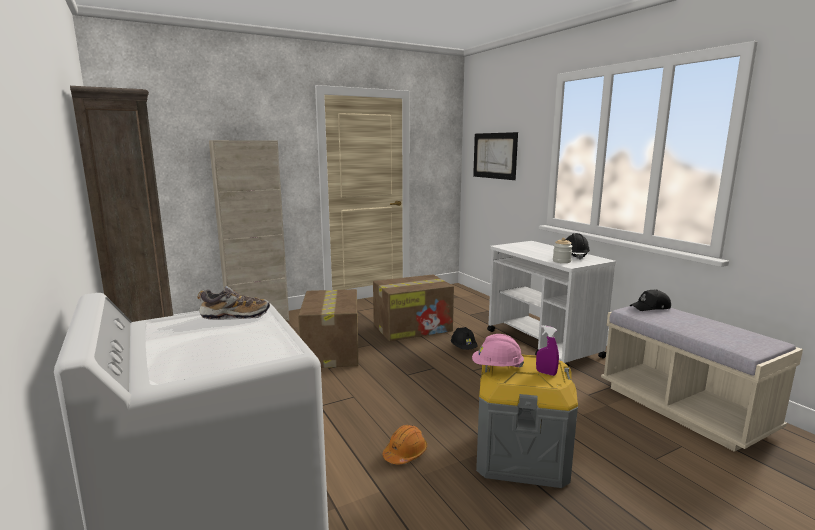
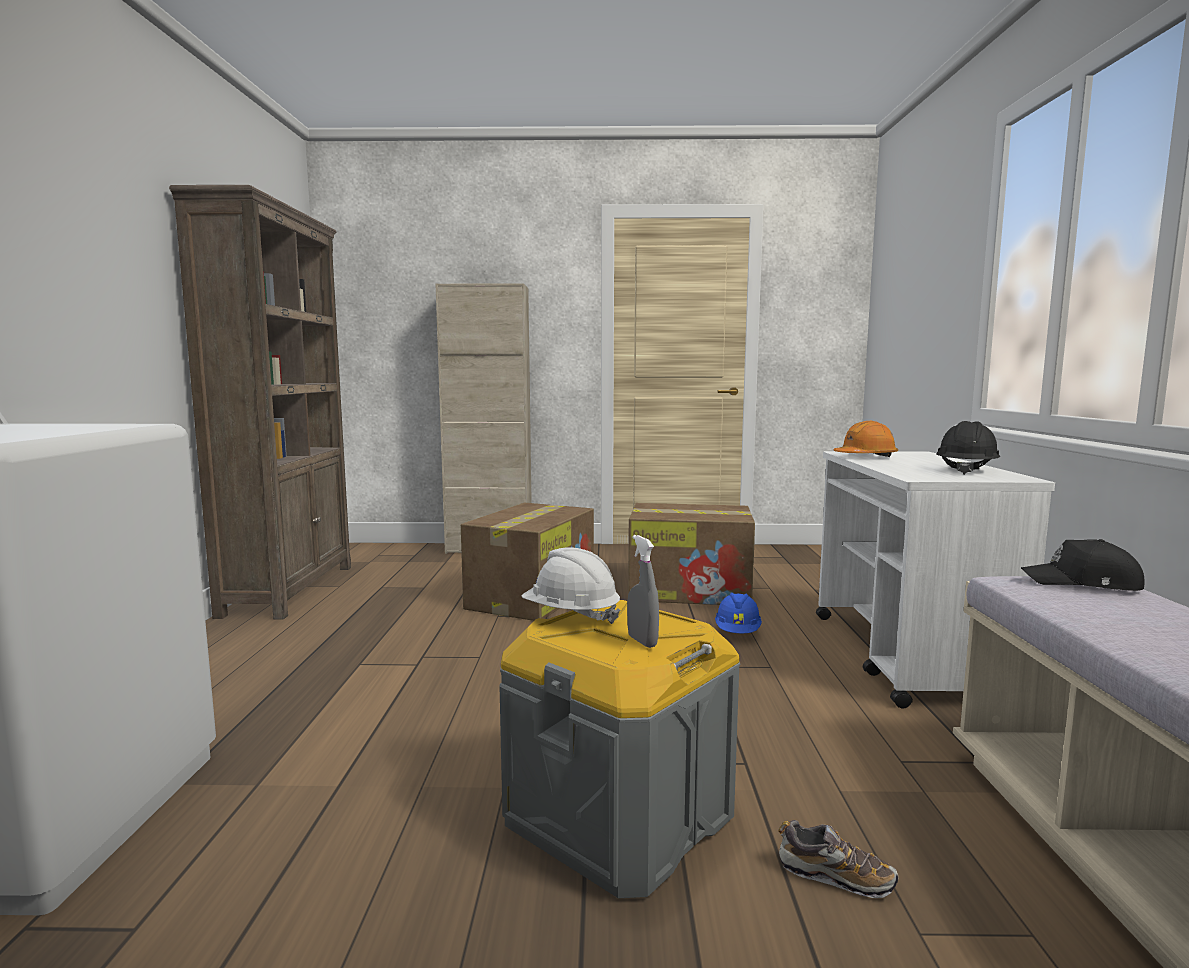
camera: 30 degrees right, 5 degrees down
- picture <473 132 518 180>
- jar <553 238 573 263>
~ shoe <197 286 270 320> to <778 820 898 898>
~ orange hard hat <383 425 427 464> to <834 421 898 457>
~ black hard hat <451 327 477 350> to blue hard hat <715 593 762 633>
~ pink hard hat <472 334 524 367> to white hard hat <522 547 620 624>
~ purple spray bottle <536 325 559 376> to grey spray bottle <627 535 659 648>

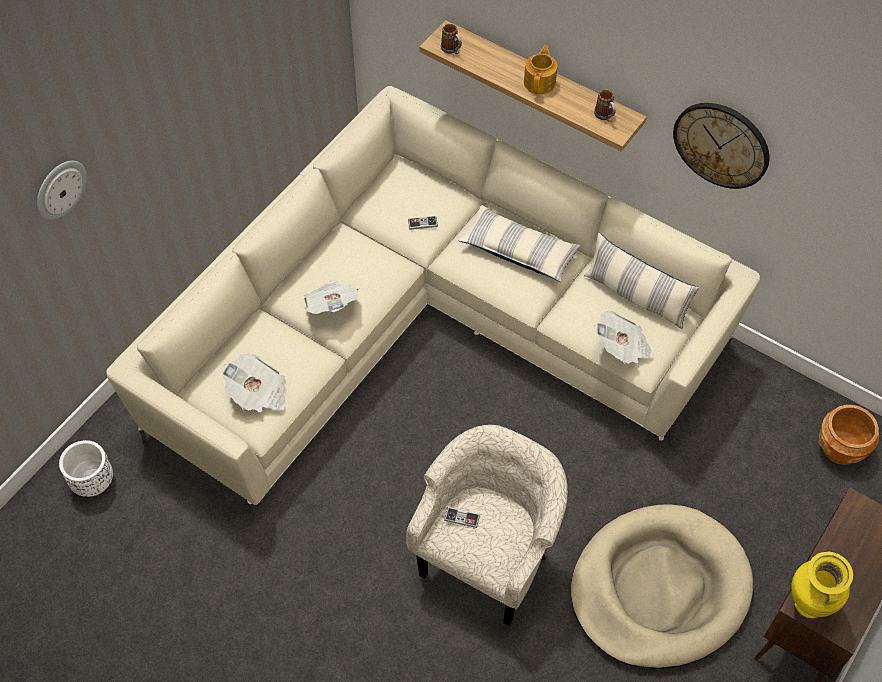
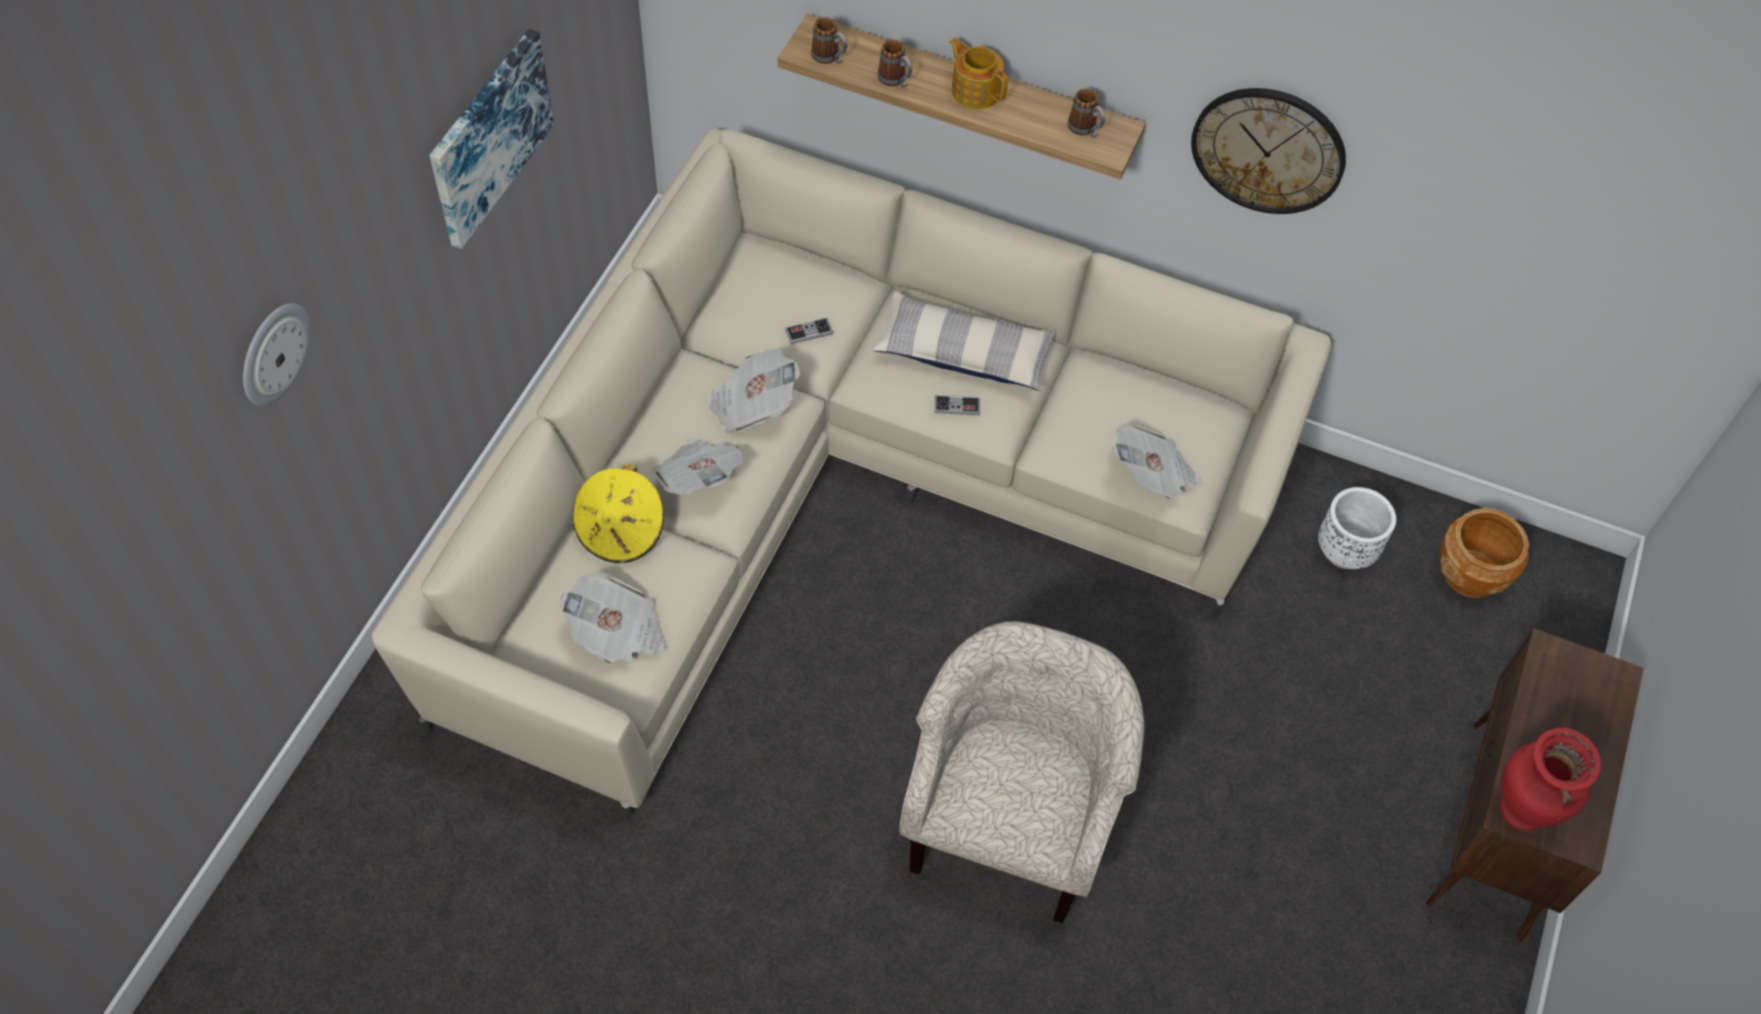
camera: 15 degrees left, 0 degrees up
- beige dog bed <571 504 753 669>
- pillow <584 233 699 329>
+ picture <429 29 554 249>
+ yellow hat <573 464 664 563>
+ newspaper <705 349 800 434>
+ mug <878 39 912 87>
~ white planter <59 440 113 497> to <1318 487 1396 569>
~ game controller <444 507 480 528> to <934 395 980 415>
~ yellow vase <791 552 853 618> to red vase <1500 728 1601 831>
~ teapot <524 45 557 94> = <949 38 1008 109> 45 degrees counterclockwise

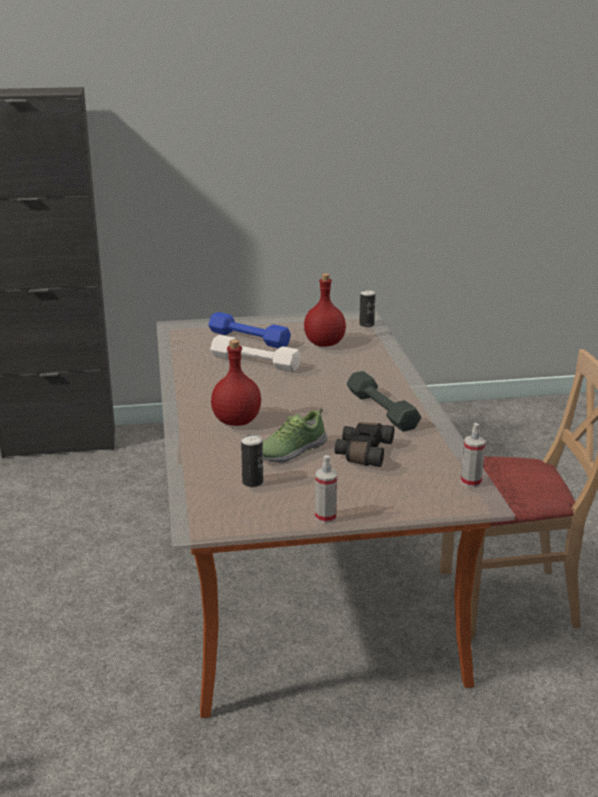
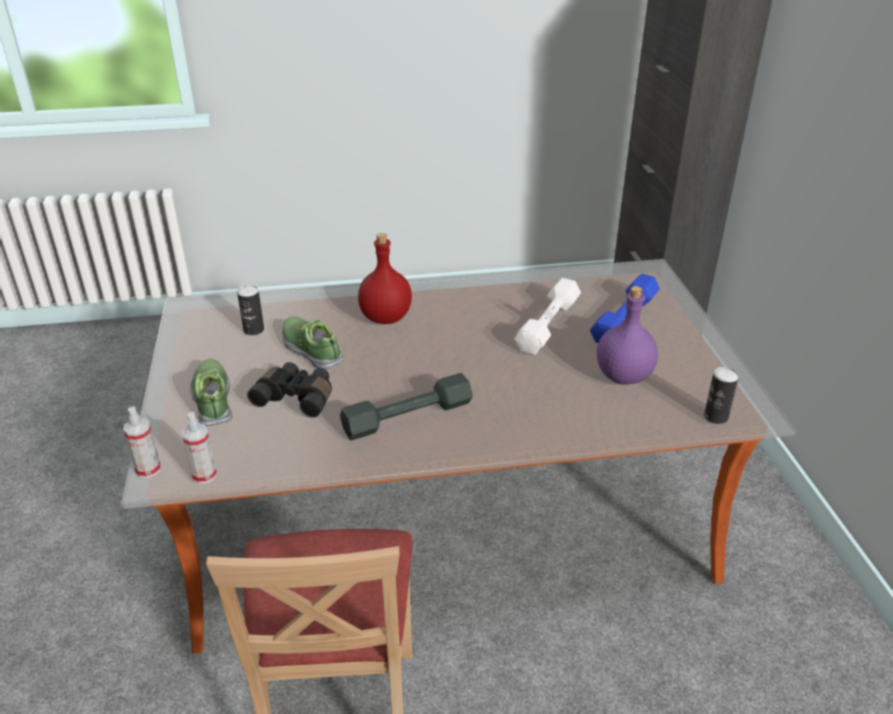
camera: 90 degrees right, 10 degrees up
+ shoe <190 359 233 427>
~ spray bottle <315 455 337 523> to <123 407 161 478>
~ red bottle <304 273 346 347> to purple bottle <597 286 658 385>

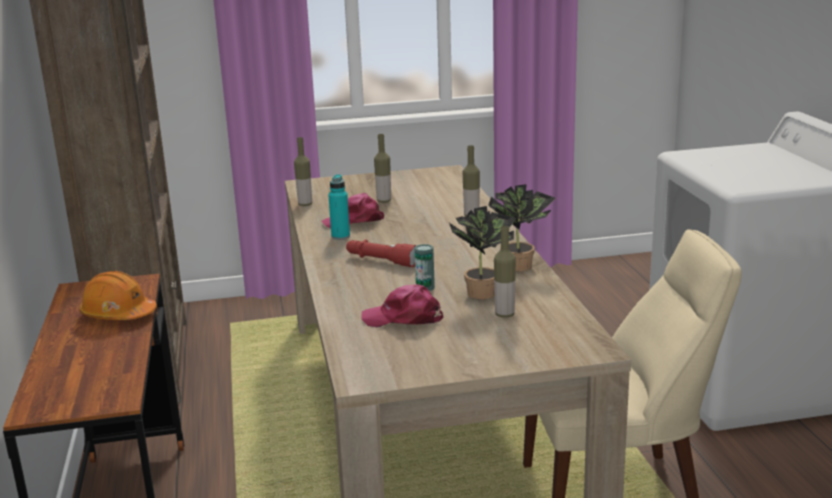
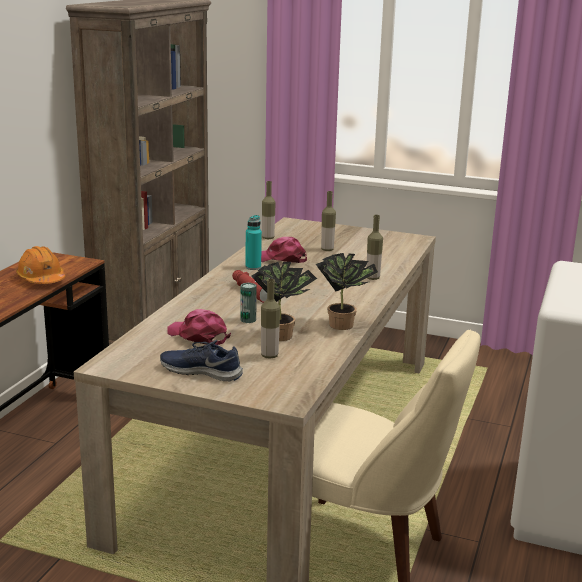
camera: 30 degrees right, 0 degrees up
+ blue shoe <160 340 243 382>

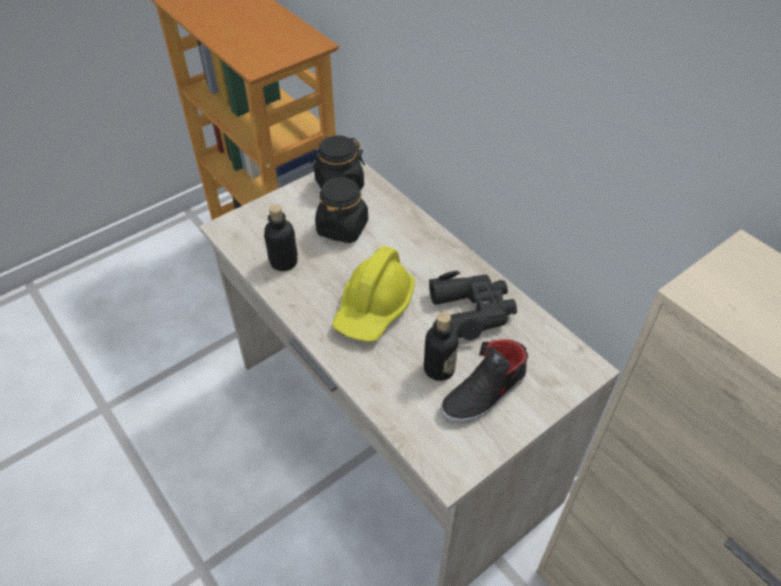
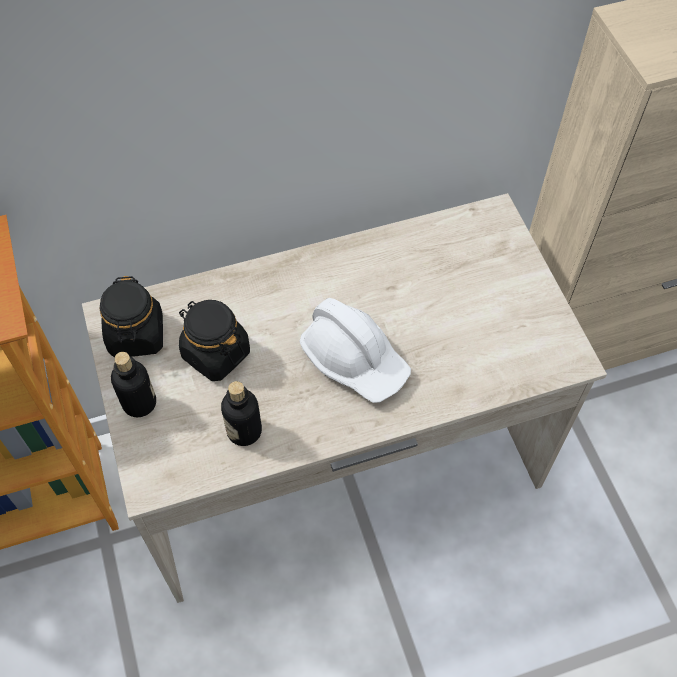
camera: 70 degrees left, 10 degrees up
- black binoculars <429 271 517 340>
- black shoe <440 339 528 423>
~ bottle <424 312 459 381> to <111 352 156 417>
~ yellow hard hat <332 246 415 342> to white hard hat <299 298 411 403>

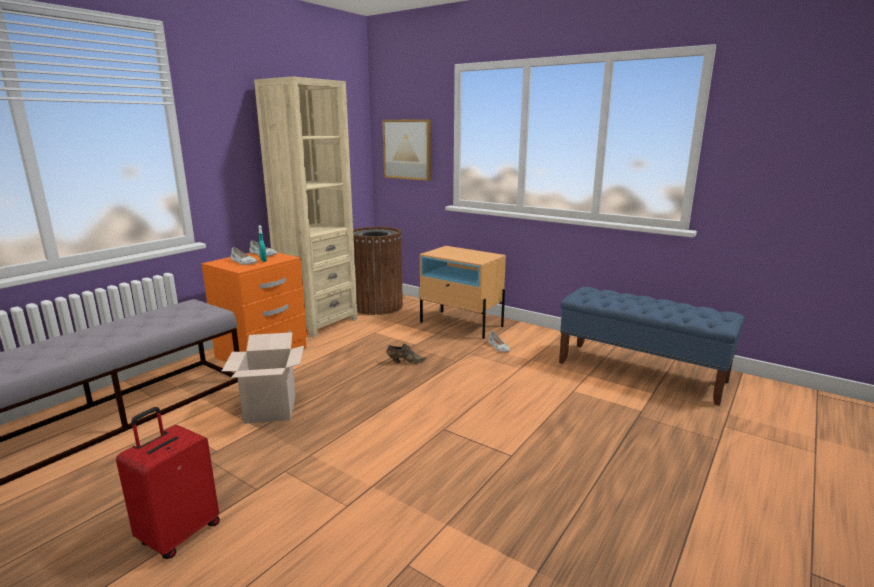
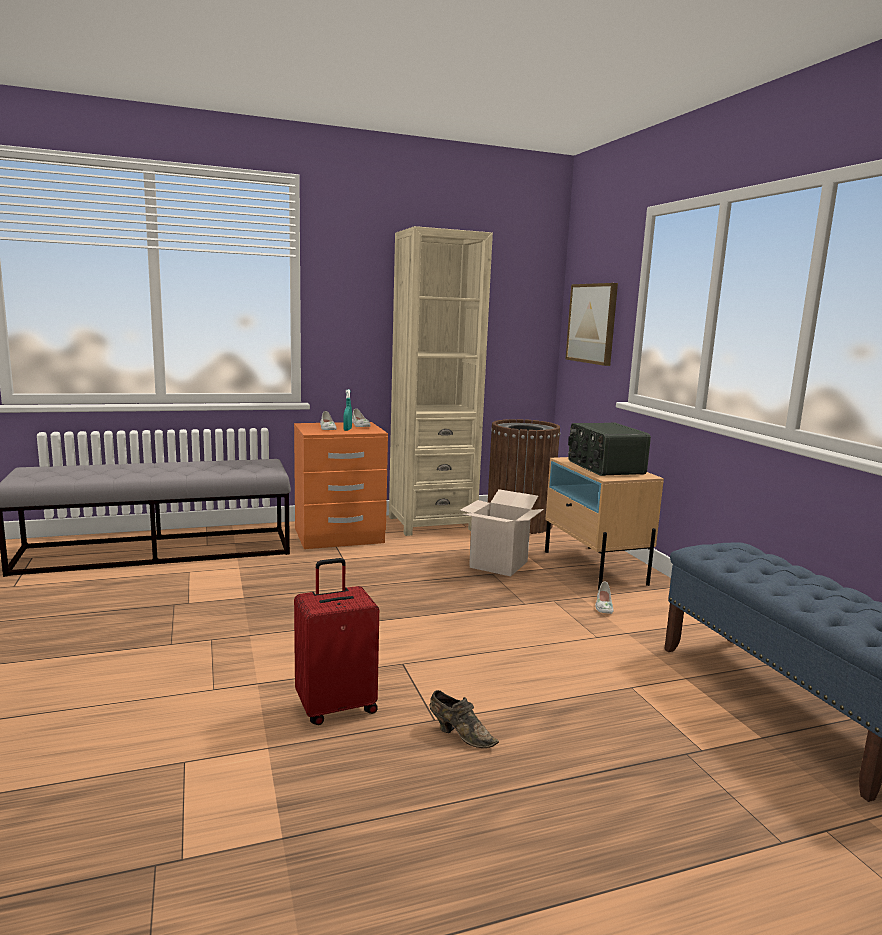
camera: 35 degrees right, 5 degrees down
+ radio <568 423 651 476>
~ red suitcase <116 407 220 559> to <294 558 379 725>
~ cardboard box <222 332 304 424> to <460 489 544 576>
~ brown shoe <387 344 427 364> to <429 690 499 748>

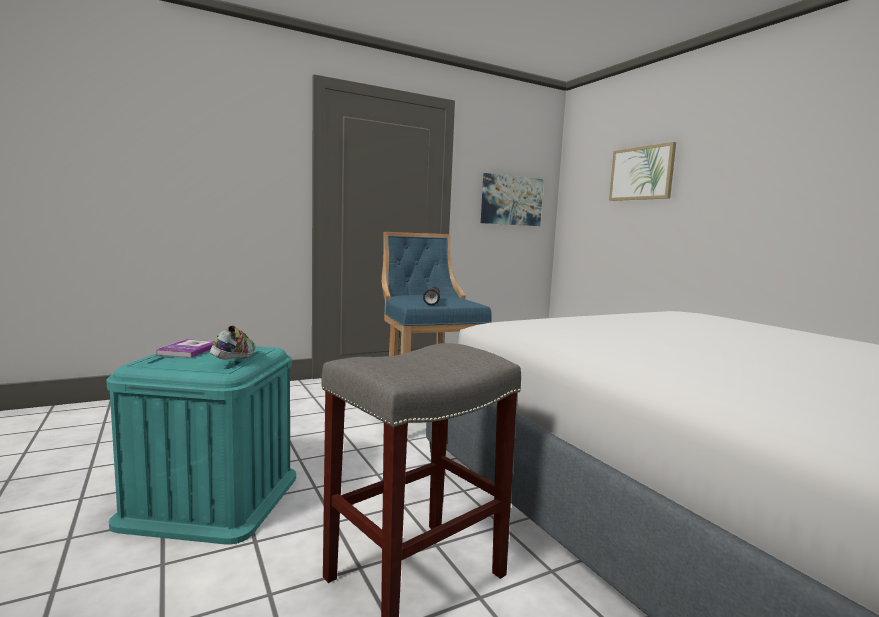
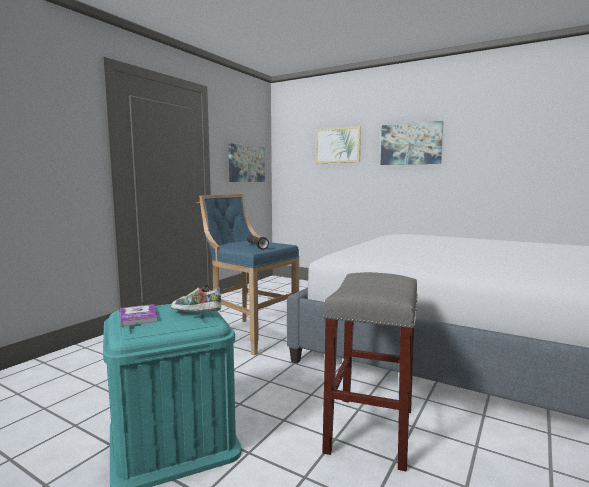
camera: 30 degrees left, 0 degrees up
+ picture <380 121 443 165>
~ shoe <210 325 256 360> = <171 285 221 312> 45 degrees counterclockwise

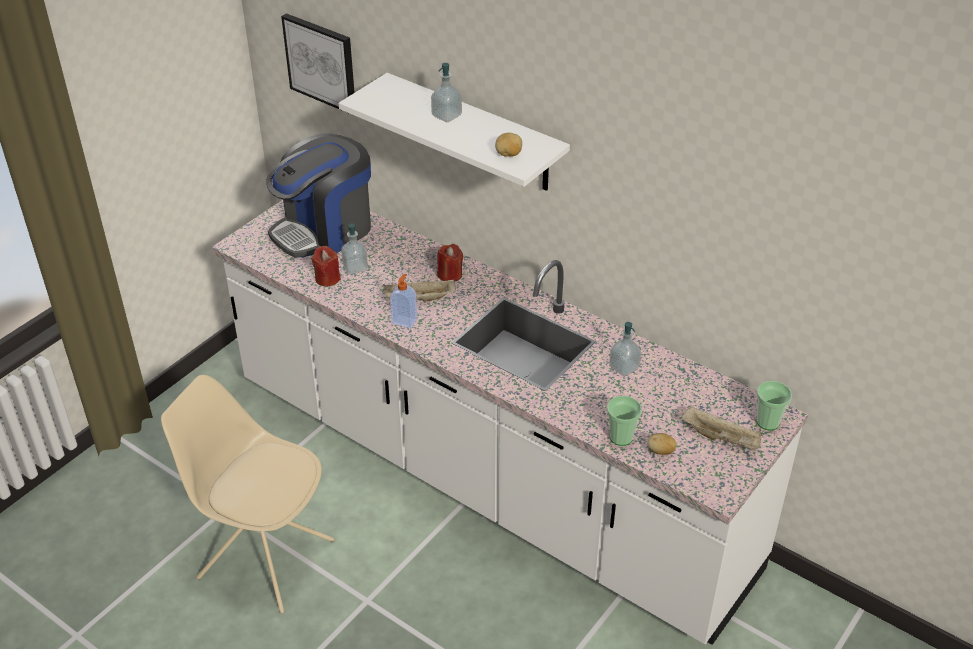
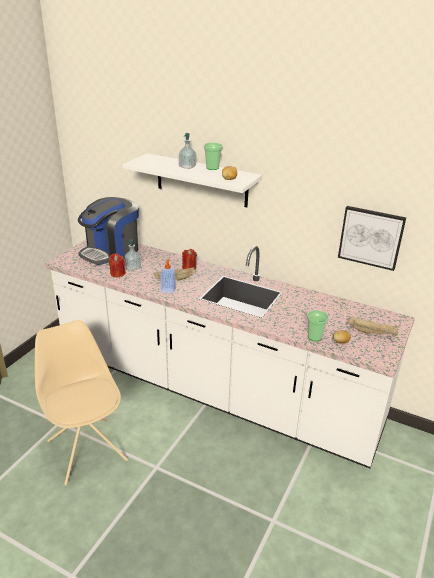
camera: 10 degrees left, 10 degrees down
- soap dispenser <609 322 641 376>
~ picture <281 13 355 114> to <338 206 406 271>
~ cup <757 381 792 430> to <204 143 223 170>
~ beige chair <161 375 334 614> = <35 320 128 485> 45 degrees clockwise

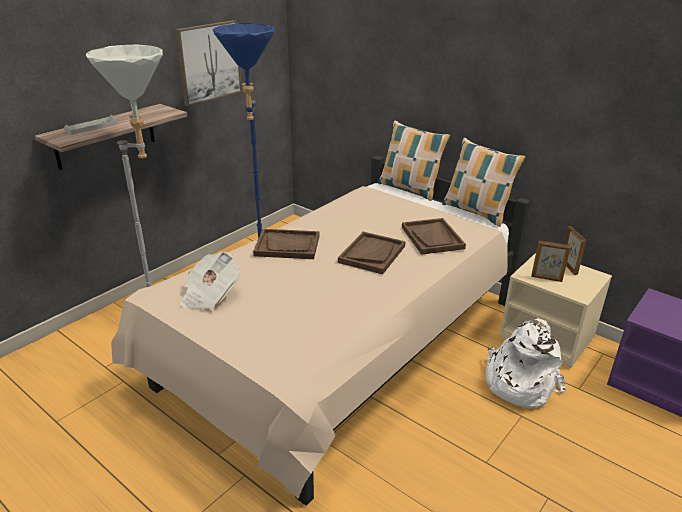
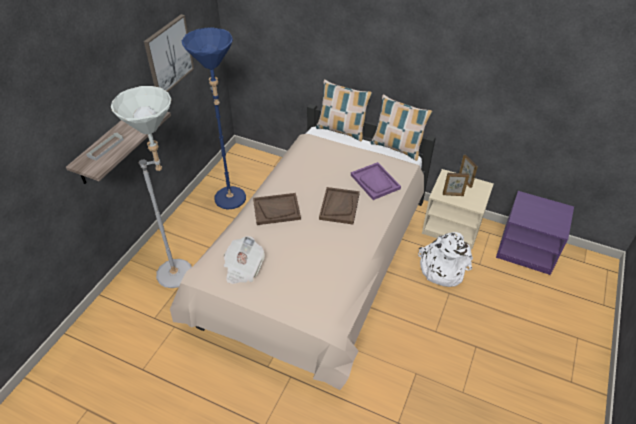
camera: 15 degrees left, 15 degrees up
~ brown tray <402 218 466 255> to purple tray <351 162 401 200>

